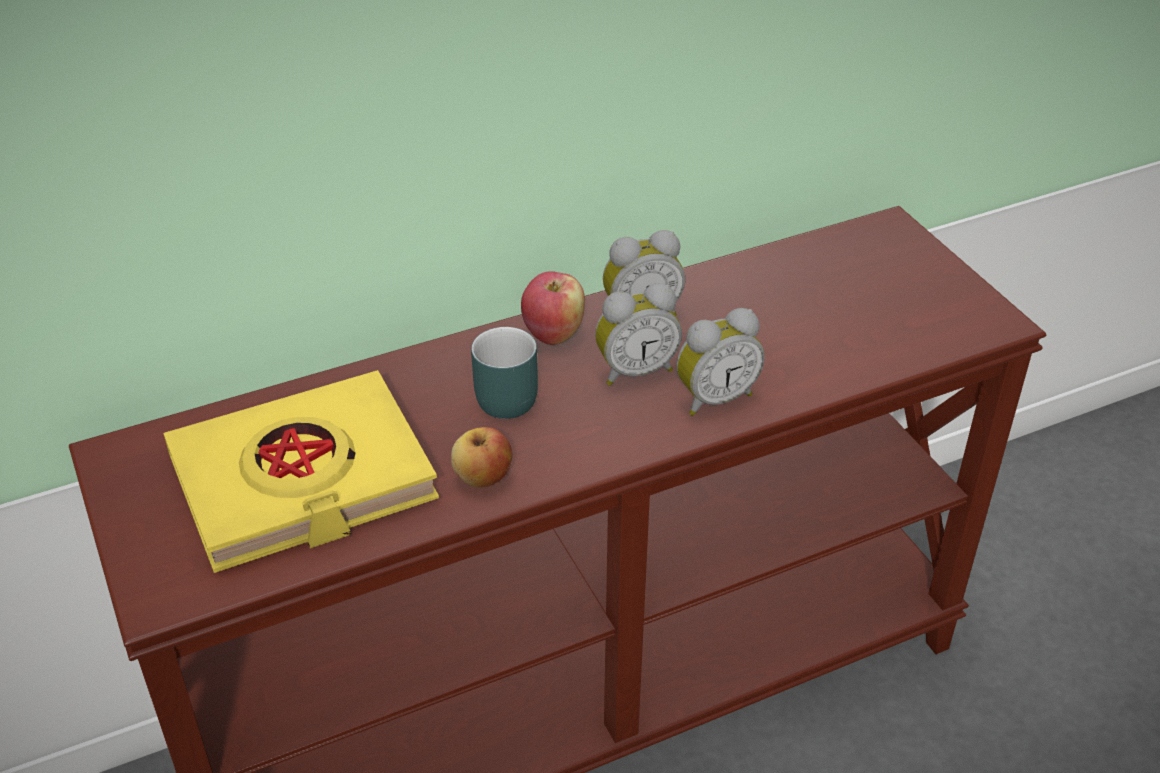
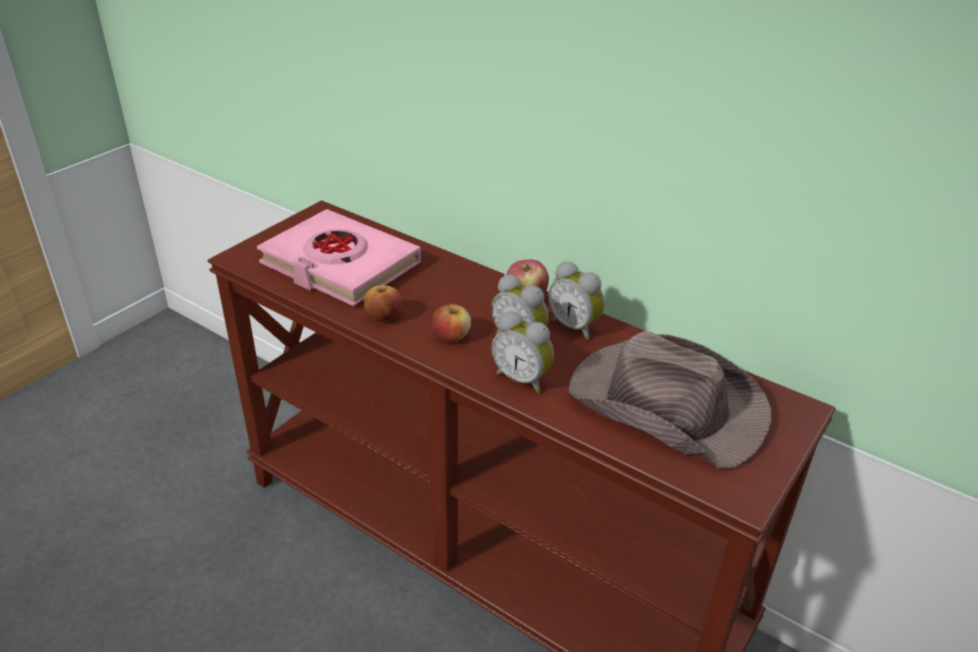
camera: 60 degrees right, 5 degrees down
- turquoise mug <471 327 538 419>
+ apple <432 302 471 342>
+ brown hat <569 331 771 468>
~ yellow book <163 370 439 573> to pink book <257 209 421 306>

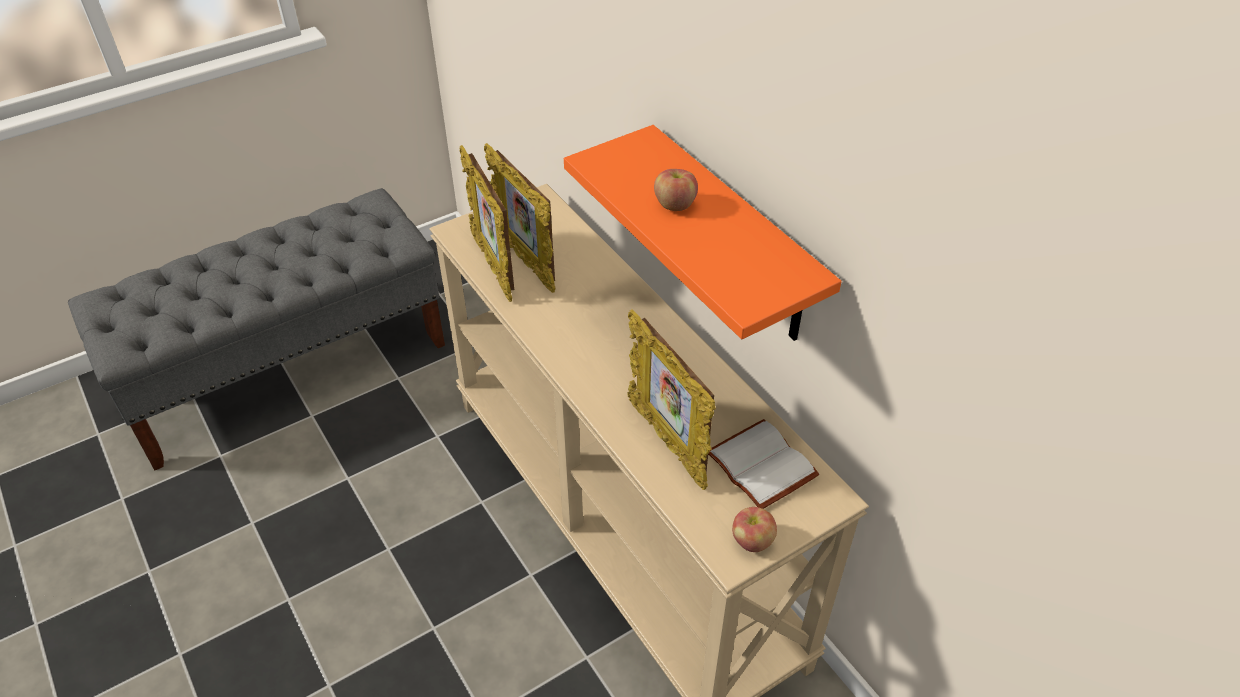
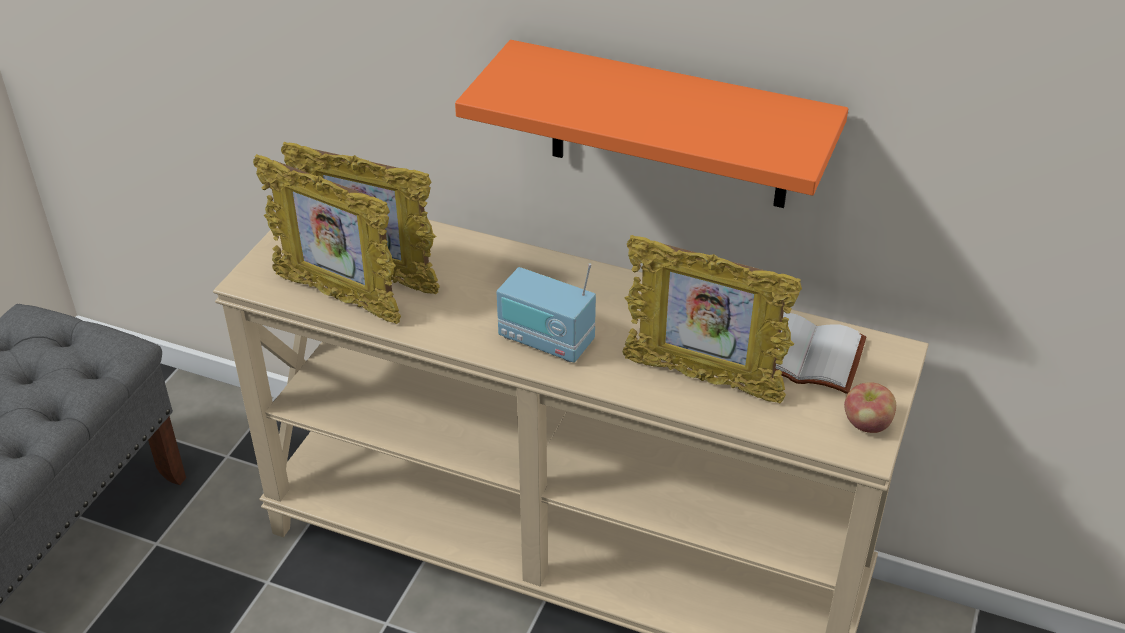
camera: 35 degrees left, 5 degrees down
- apple <654 169 698 211>
+ radio <497 263 596 363>

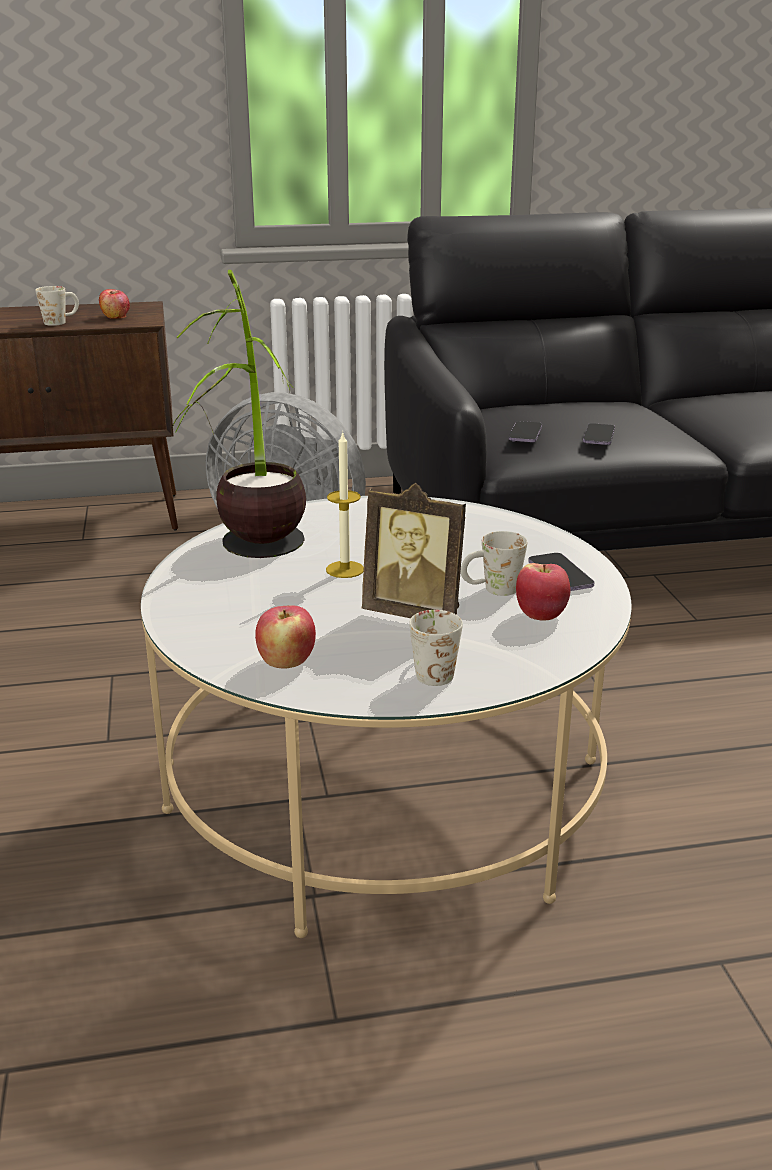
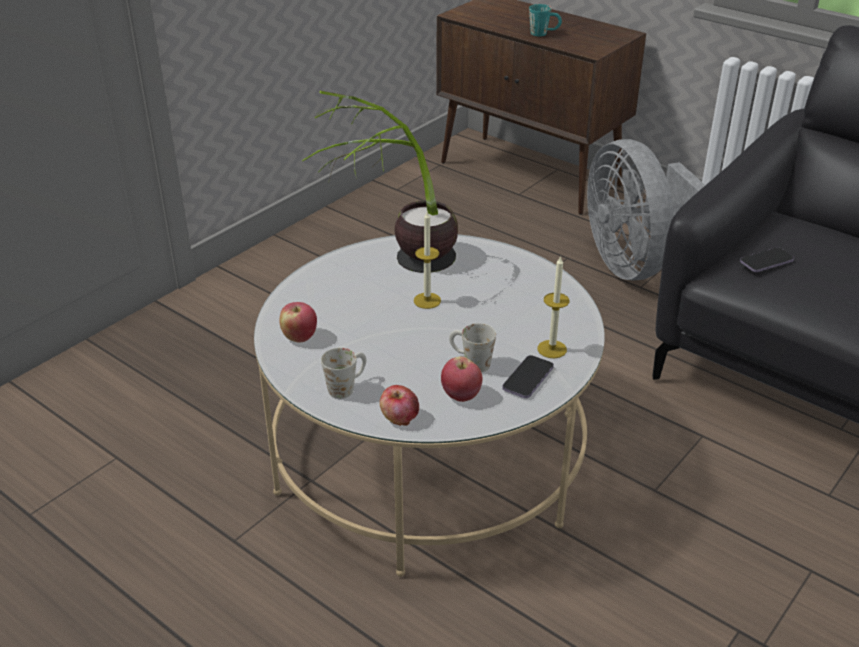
camera: 50 degrees right, 10 degrees up
- picture frame <362 483 466 618>
- phone <583 423 615 445>
+ candle <538 255 570 358>
~ apple <99 289 130 319> to <380 385 419 426>
~ white mug <35 286 79 326> to turquoise mug <529 4 562 36>

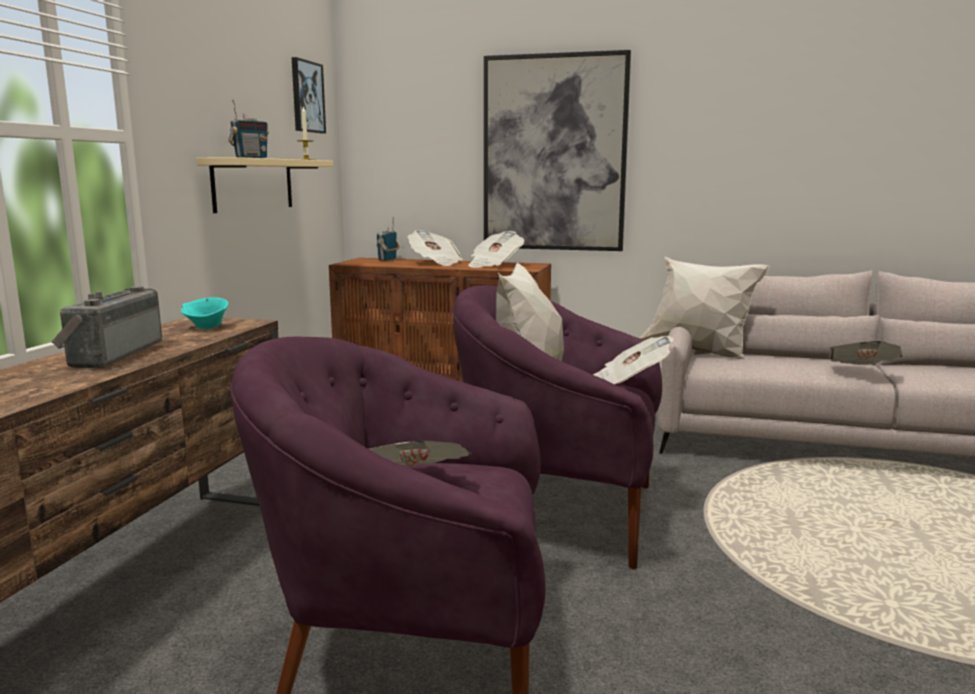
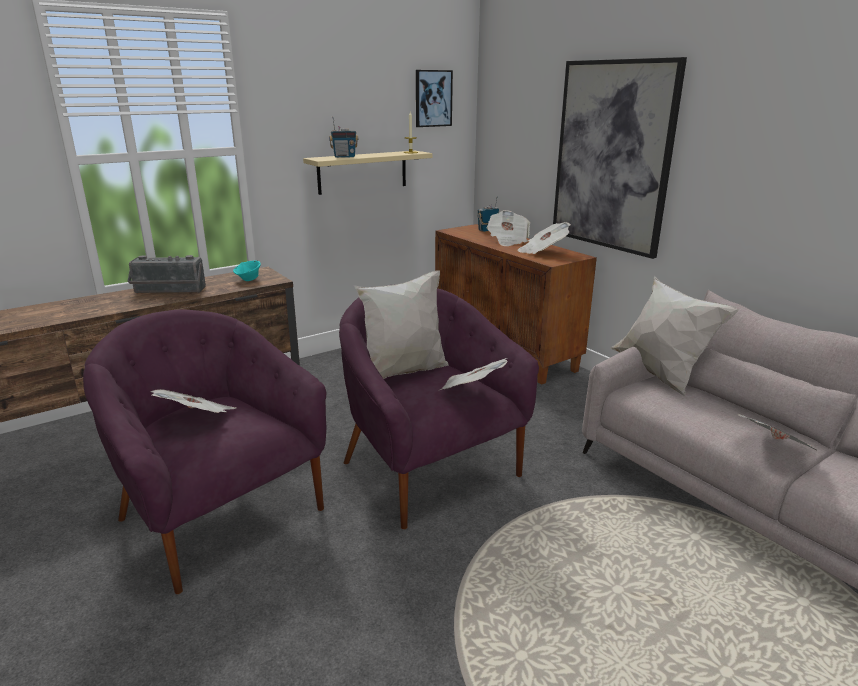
camera: 40 degrees right, 10 degrees up
~ radio <52 286 162 368> = <128 255 206 293> 135 degrees counterclockwise

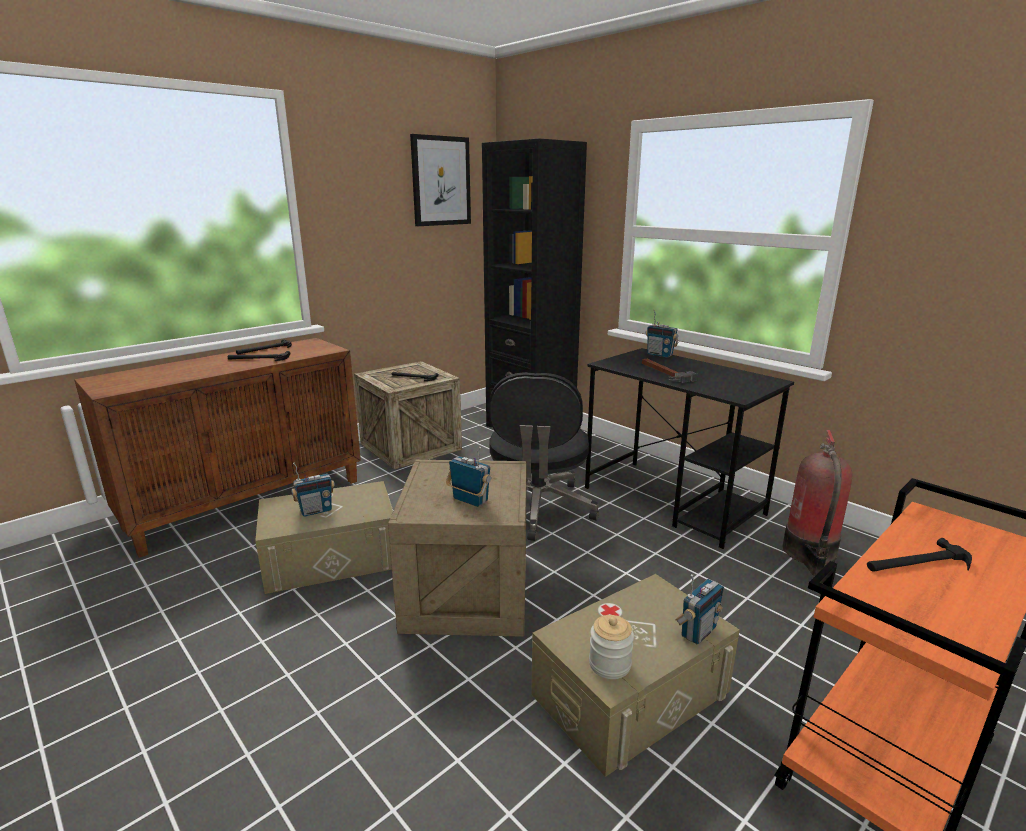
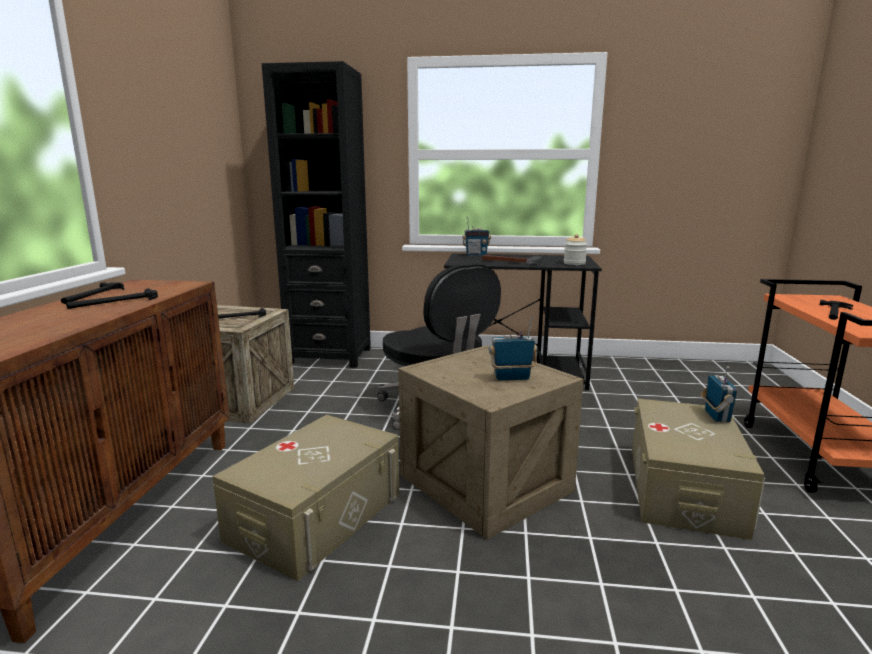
camera: 40 degrees left, 5 degrees down
- radio <291 463 335 517>
- picture <410 134 471 226>
- fire extinguisher <783 430 852 576>
~ jar <589 615 634 679> to <564 234 587 265>

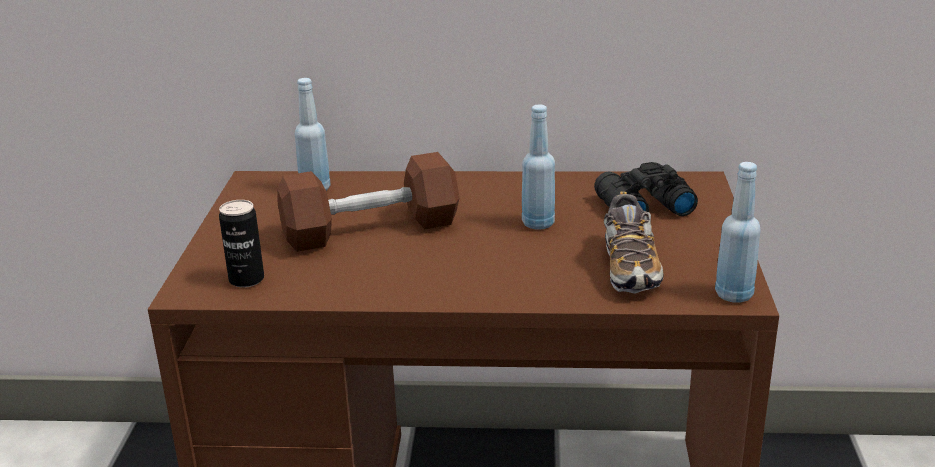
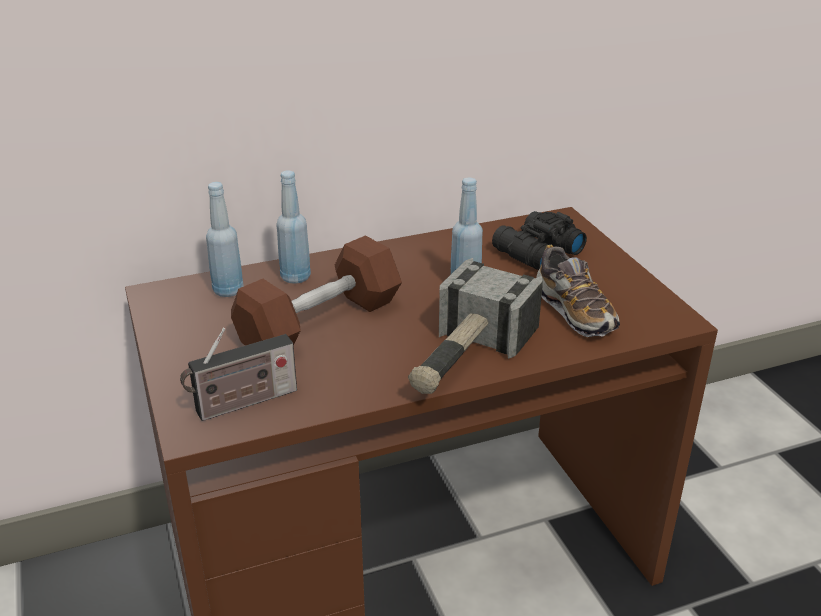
camera: 25 degrees left, 5 degrees up
+ hammer <408 258 543 394>
~ blue bottle <715 162 761 303> to <276 171 311 284>
~ can <219 200 264 288> to radio <180 327 297 421>

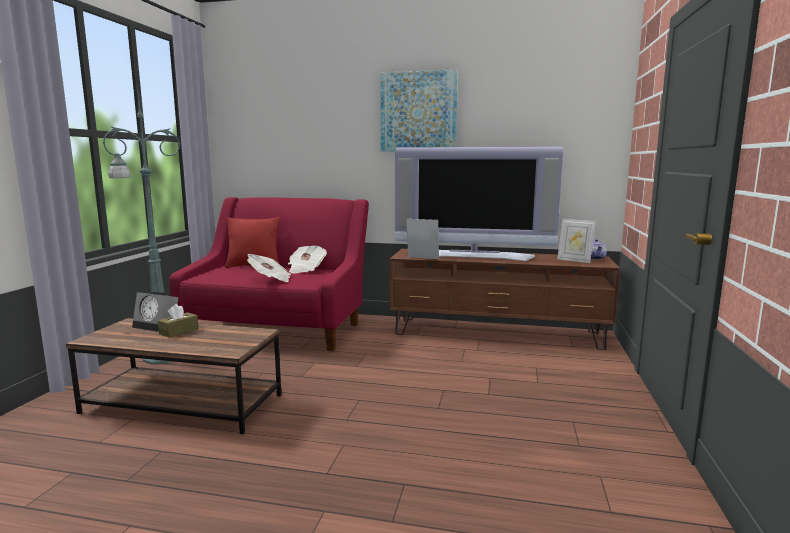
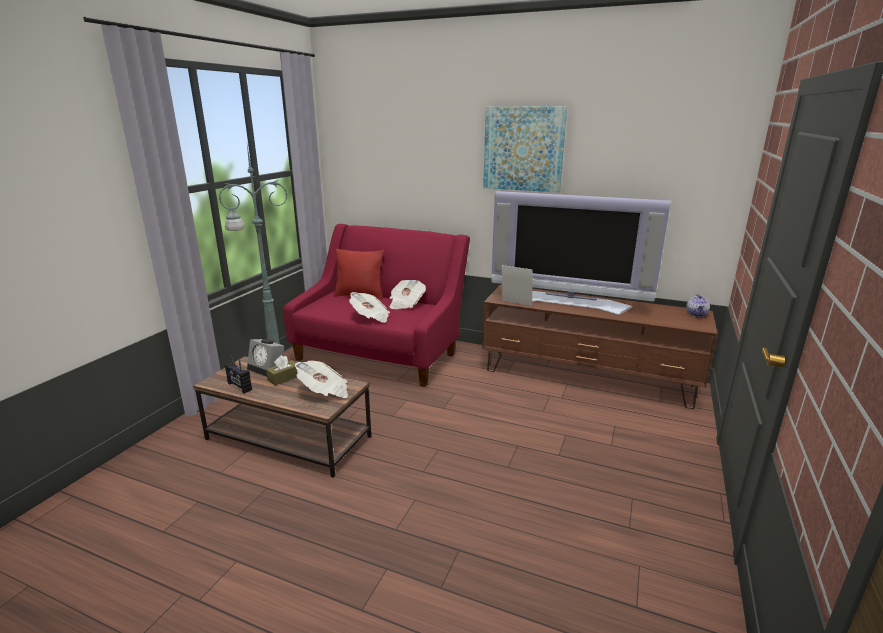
camera: 10 degrees right, 10 degrees up
- picture frame <557 219 596 263>
+ radio <225 355 252 393>
+ newspaper <295 361 348 398>

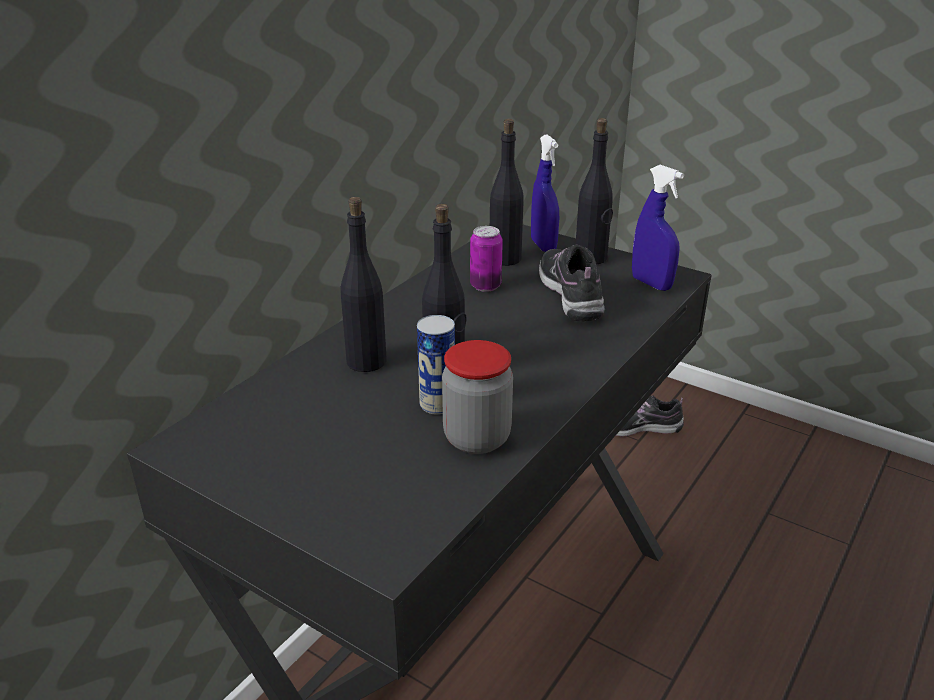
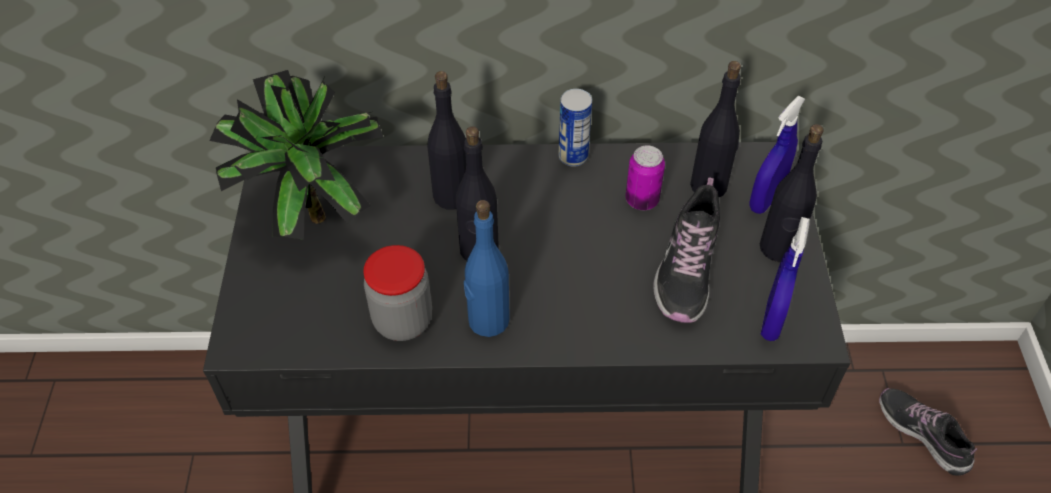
camera: 55 degrees right, 20 degrees up
+ potted plant <209 70 383 240>
+ blue bottle <464 200 510 337>
~ can <417 315 455 415> to <558 89 592 167>
~ shoe <539 245 605 322> = <653 177 720 323> 150 degrees clockwise

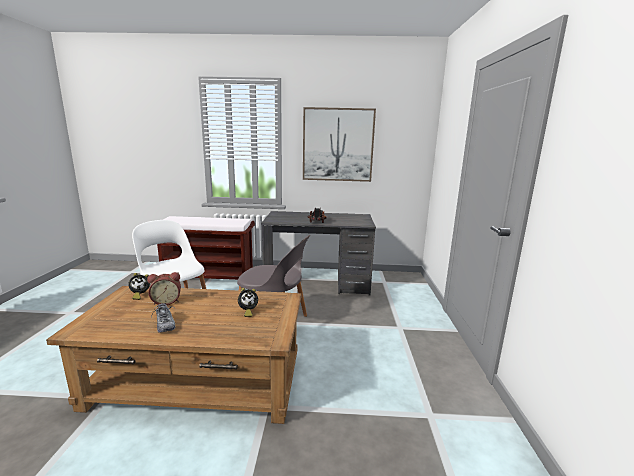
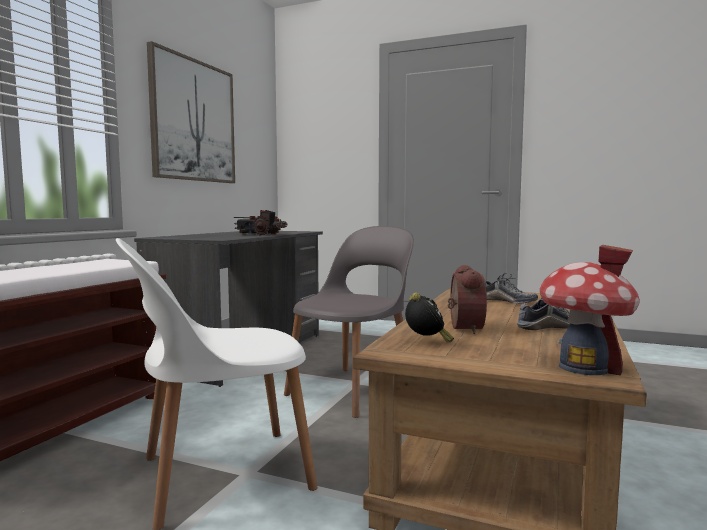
camera: 70 degrees left, 10 degrees down
+ toy house <539 245 640 376>
~ alarm clock <238 288 258 317> to shoe <485 272 538 304>

